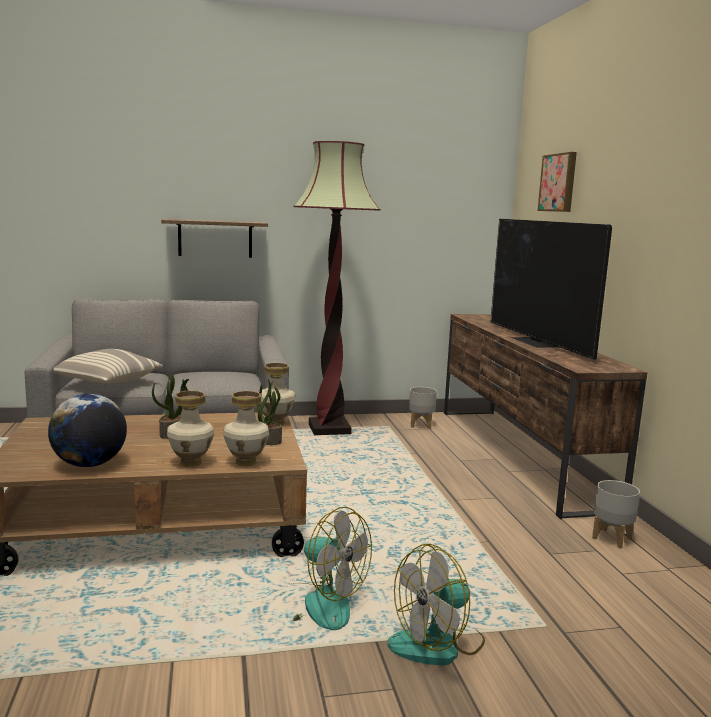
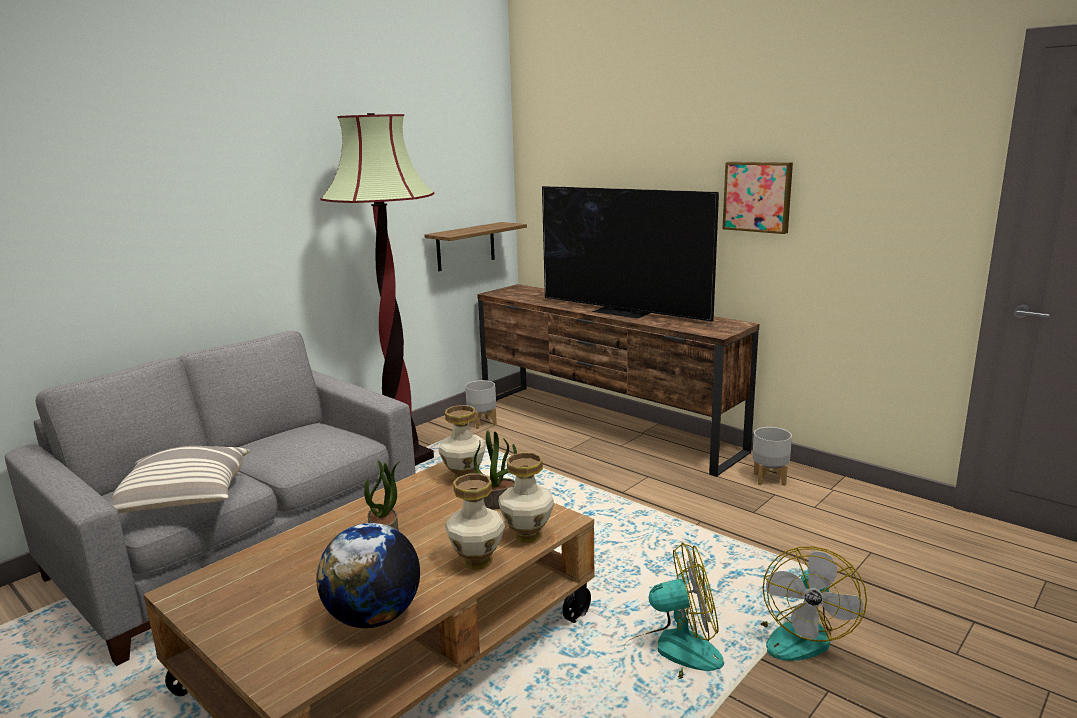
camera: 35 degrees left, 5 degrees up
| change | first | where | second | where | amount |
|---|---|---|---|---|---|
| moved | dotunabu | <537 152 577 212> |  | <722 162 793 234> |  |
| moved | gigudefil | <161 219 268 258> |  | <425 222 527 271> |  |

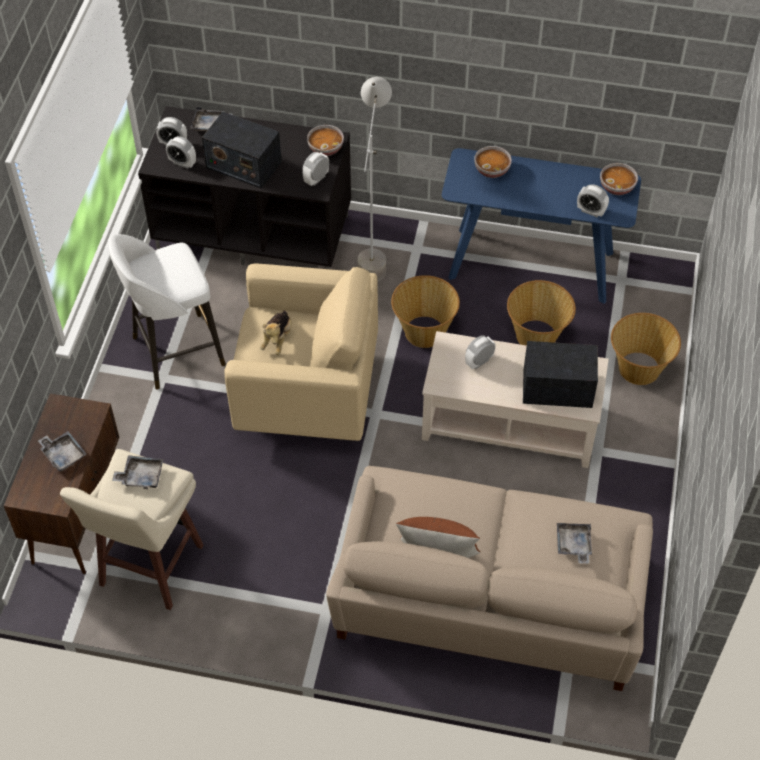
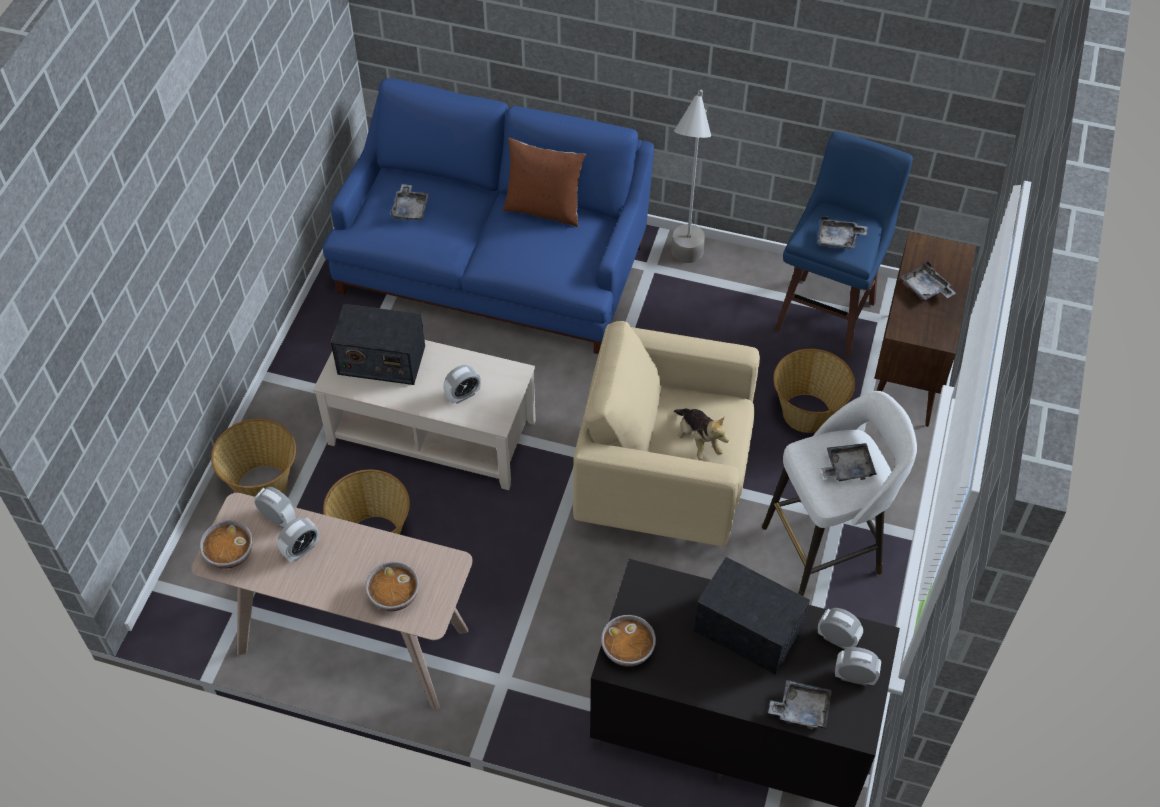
camera: 175 degrees left, 0 degrees up
| change | first | where | second | where | amount |
|---|---|---|---|---|---|
| moved | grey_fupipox | <358 77 392 282> |  | <671 90 711 263> |  |
| recoloured | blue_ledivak | <442 148 641 304> | beige_ledivak | <191 493 473 710> |  |
| moved | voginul | <303 152 329 186> |  | <278 517 319 563> |  |
| moved | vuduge | <391 275 460 348> |  | <773 349 855 433> |  |
| turned | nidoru | <260 311 292 355> |  | <674 409 729 460> | 135 degrees clockwise |
| recoloured | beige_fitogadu | <60 449 203 610> | blue_fitogadu | <774 131 913 358> |  |
| recoloured | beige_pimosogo | <326 466 653 691> | blue_pimosogo | <323 78 654 354> |  |
| added |  |  | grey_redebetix | <821 443 877 481> |  |

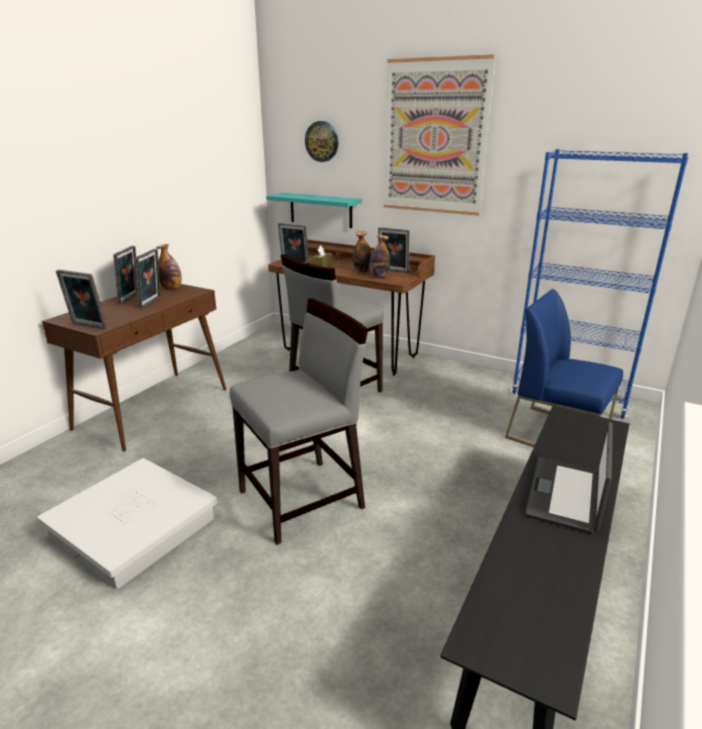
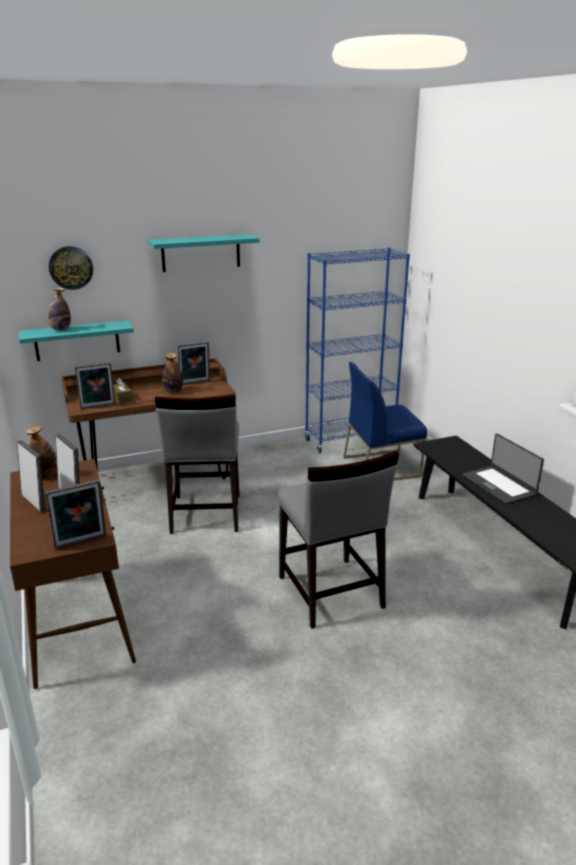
camera: 50 degrees left, 0 degrees up
| change | first | where | second | where | amount |
|---|---|---|---|---|---|
| replaced | dotunabu | <384 54 495 216> | turquoise_gigudefil | <148 234 259 272> |  |
| moved | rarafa | <369 235 390 277> |  | <48 288 71 331> |  |
| turned | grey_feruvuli | <230 298 368 545> |  | <278 451 399 629> | 150 degrees clockwise |
| removed | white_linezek | <37 458 218 589> |  |  |  |

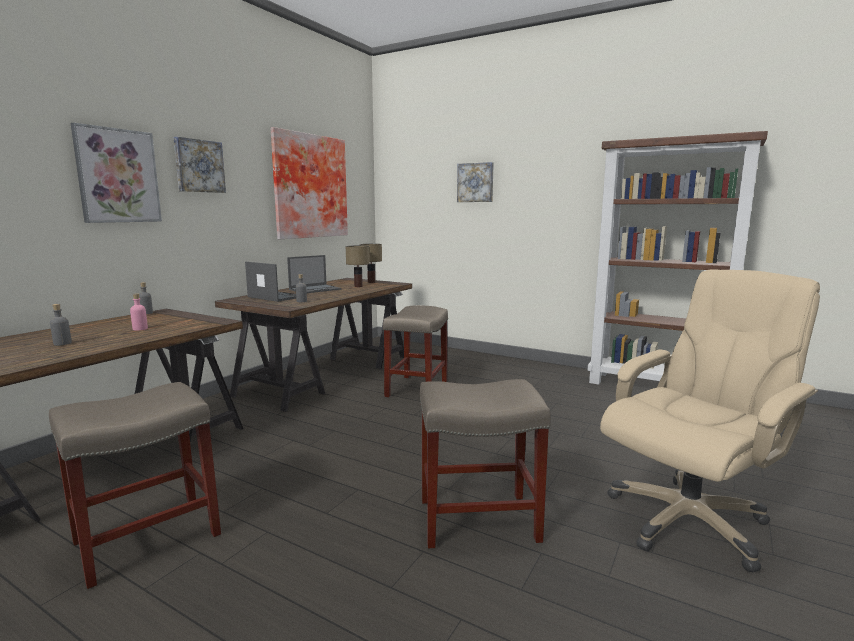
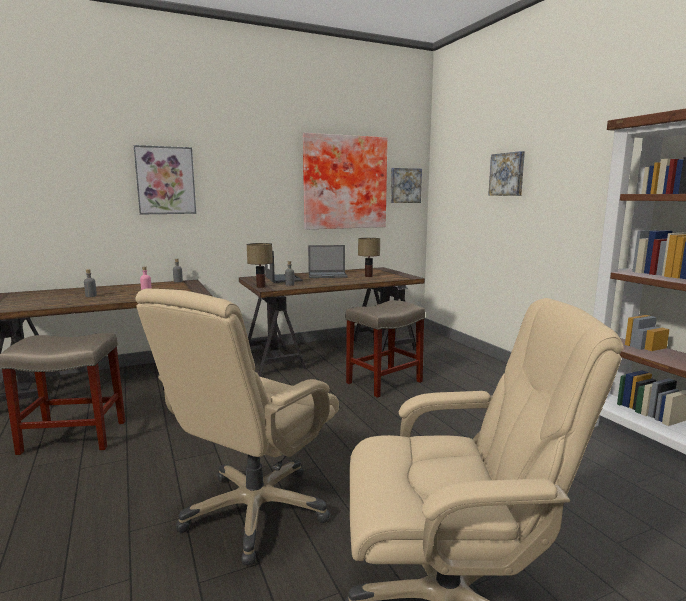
camera: 35 degrees right, 0 degrees up
| change | first | where | second | where | amount |
|---|---|---|---|---|---|
| moved | dotunabu | <173 137 226 193> |  | <391 168 422 203> |  |
| moved | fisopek | <360 244 382 283> |  | <247 243 273 288> |  |
| replaced | beige_fitogadu | <420 379 551 548> | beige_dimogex | <135 289 339 565> |  |

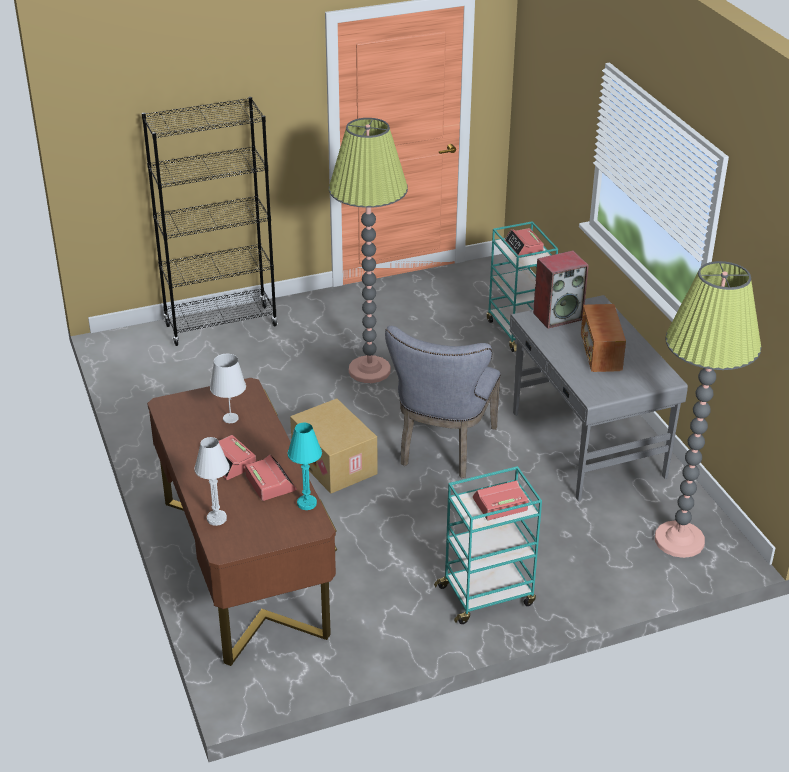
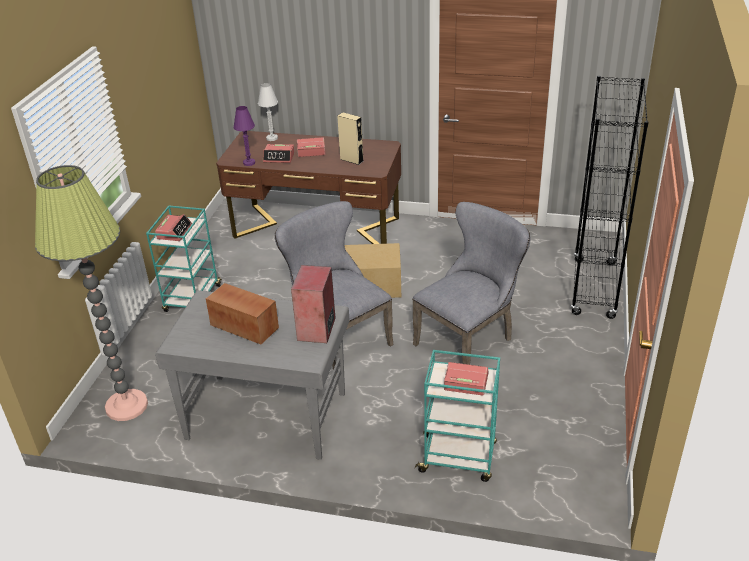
camera: 125 degrees right, 0 degrees up
| change | first | where | second | where | amount |
|---|---|---|---|---|---|
| replaced | fupipox | <329 118 408 383> | grey_feruvuli | <412 202 530 365> |  |
| replaced | white_fisopek | <210 354 246 423> | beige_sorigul | <337 112 363 165> |  |
| recoloured | turquoise_fisopek | <287 423 322 510> | purple_fisopek | <234 106 255 166> |  |

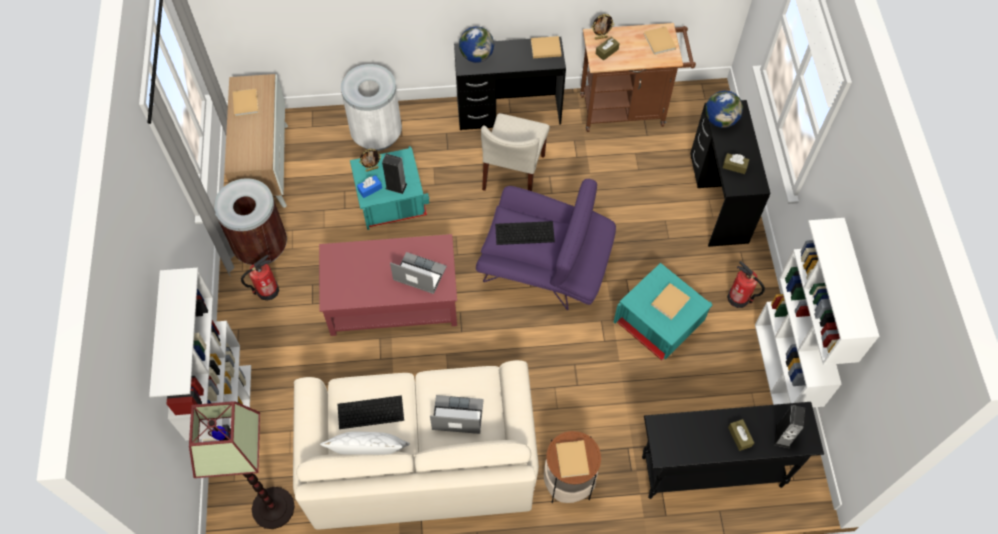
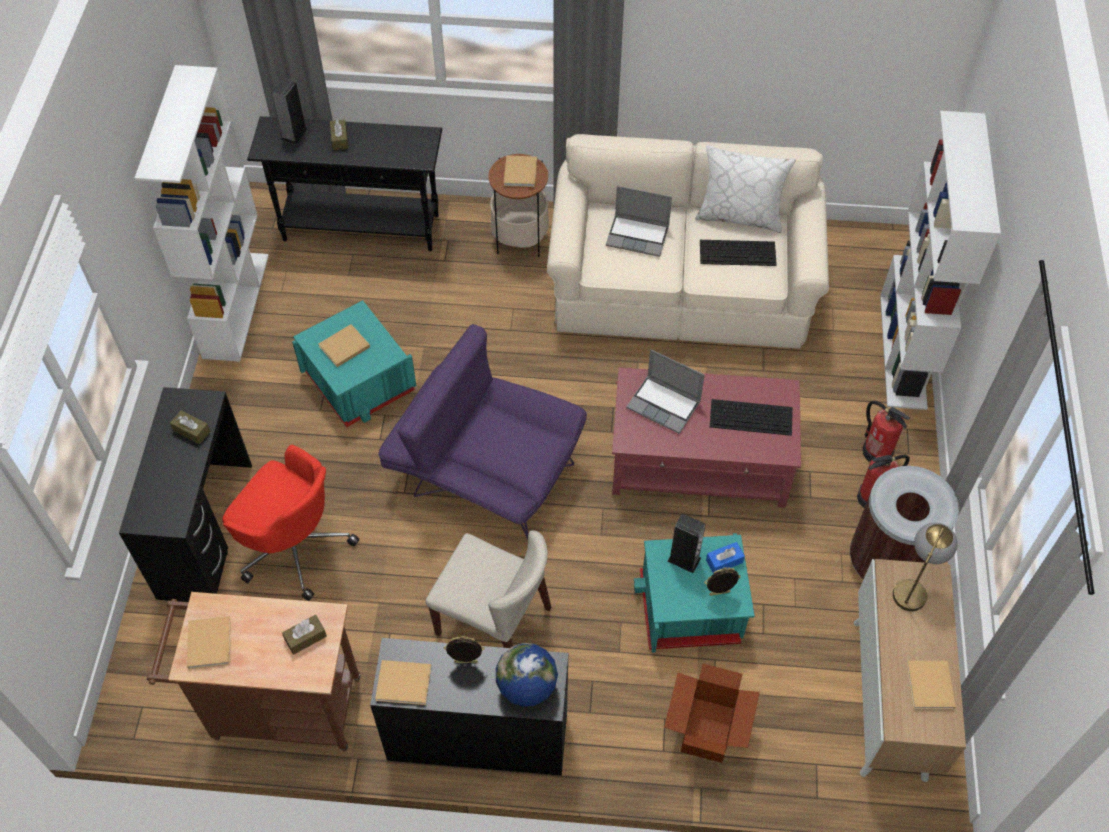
camera: 170 degrees left, 5 degrees down
| change | first | where | second | where | amount |
|---|---|---|---|---|---|
| moved | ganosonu | <592 14 614 40> |  | <444 636 485 663> |  |
| replaced | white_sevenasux | <341 64 402 151> | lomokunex | <664 664 760 763> |  |
| removed | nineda | <706 90 743 128> |  |  |  |
| turned | beige_feruvuli | <481 113 550 191> |  | <426 530 552 648> | 90 degrees clockwise |
| moved | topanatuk | <495 221 555 245> |  | <710 399 793 436> |  |
| moved | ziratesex | <727 261 765 308> |  | <863 401 910 462> |  |
| removed | fupipox | <189 401 295 529> |  |  |  |
| added |  |  | red_dimogex | <222 445 359 601> |  |
| added |  |  | fisopek | <893 523 958 611> |  |

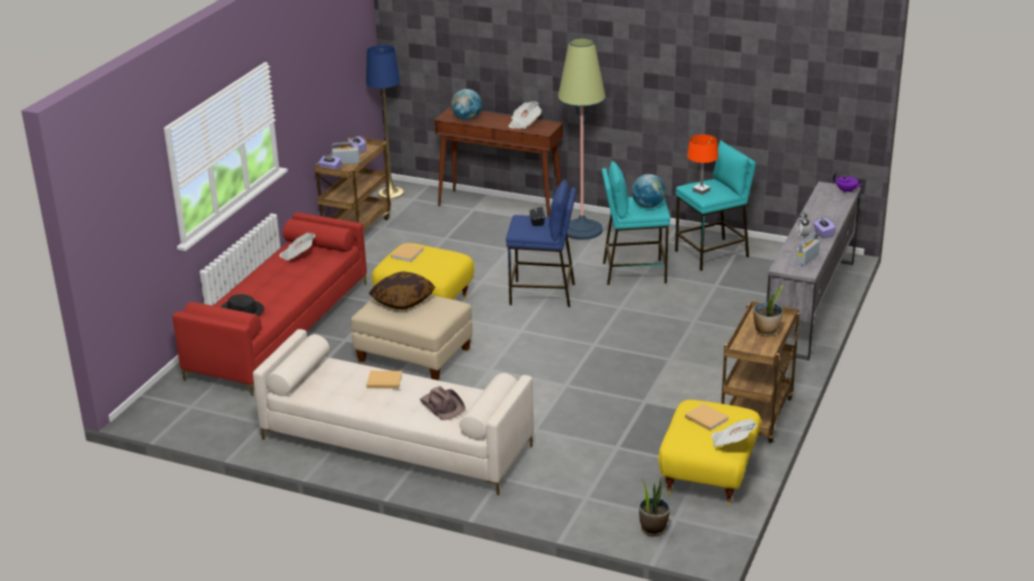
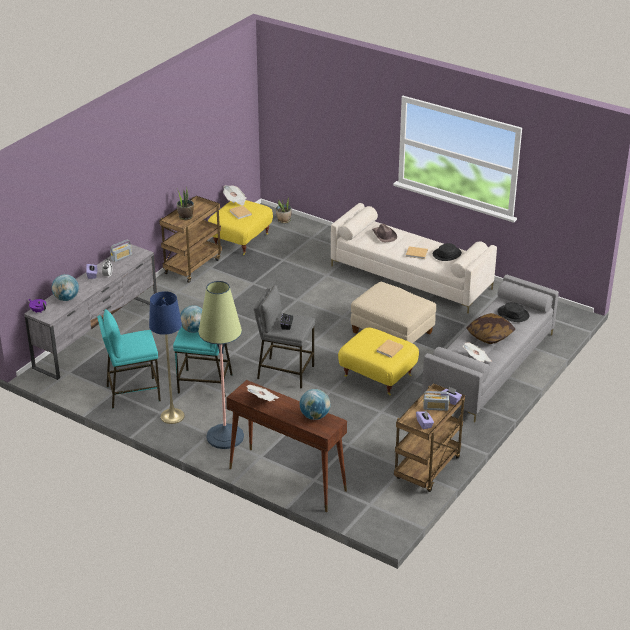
camera: 170 degrees left, 5 degrees up
| change | first | where | second | where | amount |
|---|---|---|---|---|---|
| moved | blue_fupipox | <366 45 404 199> |  | <149 291 185 424> |  |
| removed | orange_fisopek | <687 134 718 195> |  |  |  |
| recoloured | blue_fitogadu | <506 180 576 307> | grey_fitogadu | <254 285 315 389> |  |
| recoloured | red_pimosogo | <173 212 367 396> | grey_pimosogo | <422 275 559 422> |  |
| moved | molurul | <369 271 435 310> |  | <467 313 515 344> |  |
| added |  |  | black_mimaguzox | <433 243 462 261> |  |
| added |  |  | nineda | <52 274 79 301> |  |

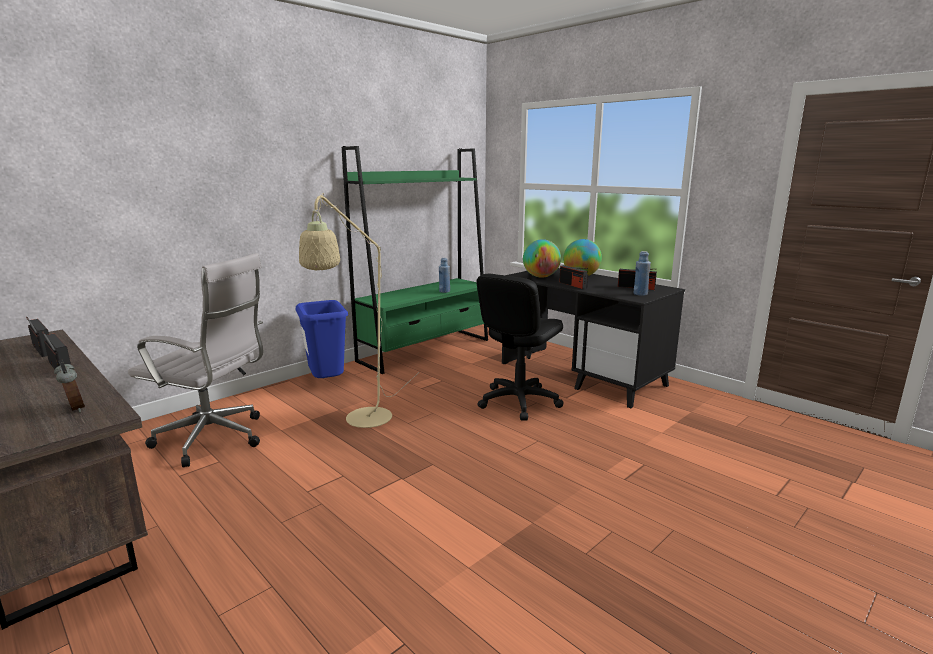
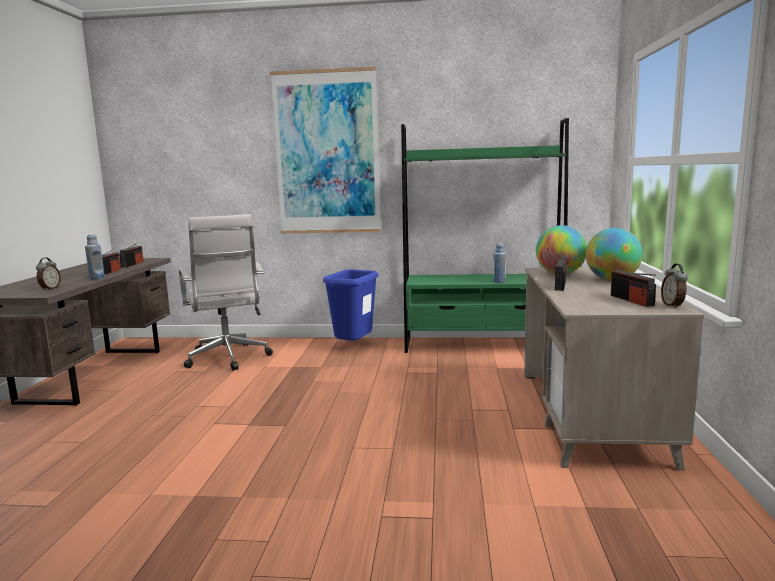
camera: 50 degrees right, 5 degrees down
| change | first | where | second | where | amount |
|---|---|---|---|---|---|
| removed | beige_fupipox | <299 193 418 428> |  |  |  |
| moved | blue_rarafa | <634 251 651 296> |  | <85 234 105 279> |  |
| recoloured | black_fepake | <502 268 685 408> | beige_fepake | <524 267 704 471> |  |
| removed | black_dimogex | <476 274 563 420> |  |  |  |
| added |  |  | dotunabu | <270 67 381 234> |  |
| added |  |  | voginul | <661 264 688 308> |  |

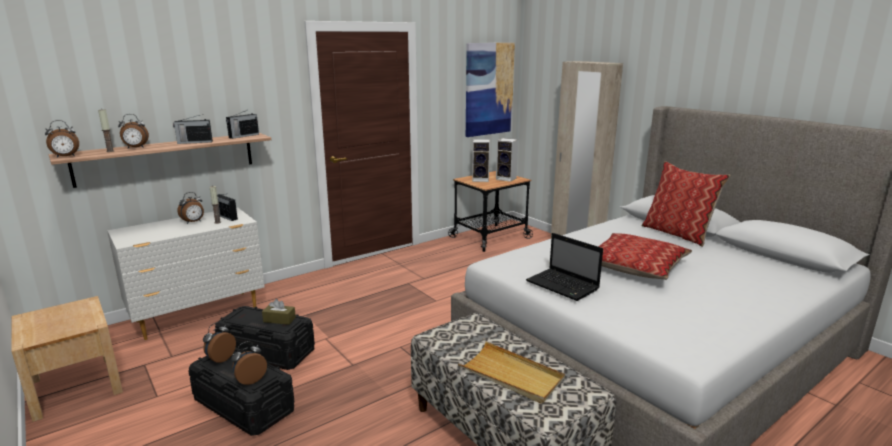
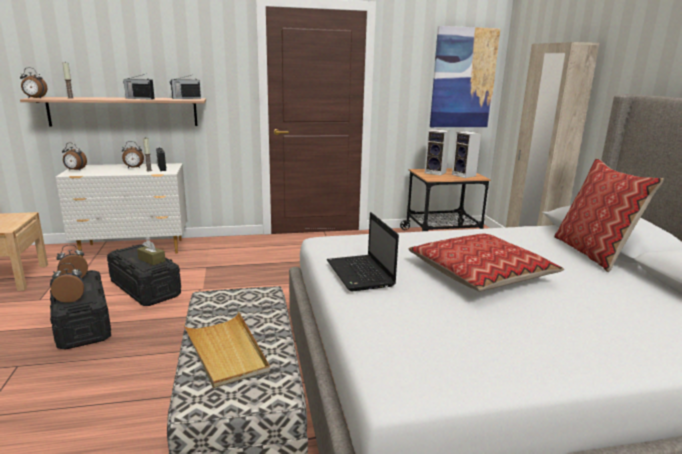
camera: 25 degrees right, 0 degrees up
| change | first | where | second | where | amount |
|---|---|---|---|---|---|
| moved | voginul | <118 114 149 149> |  | <62 143 87 171> |  |

